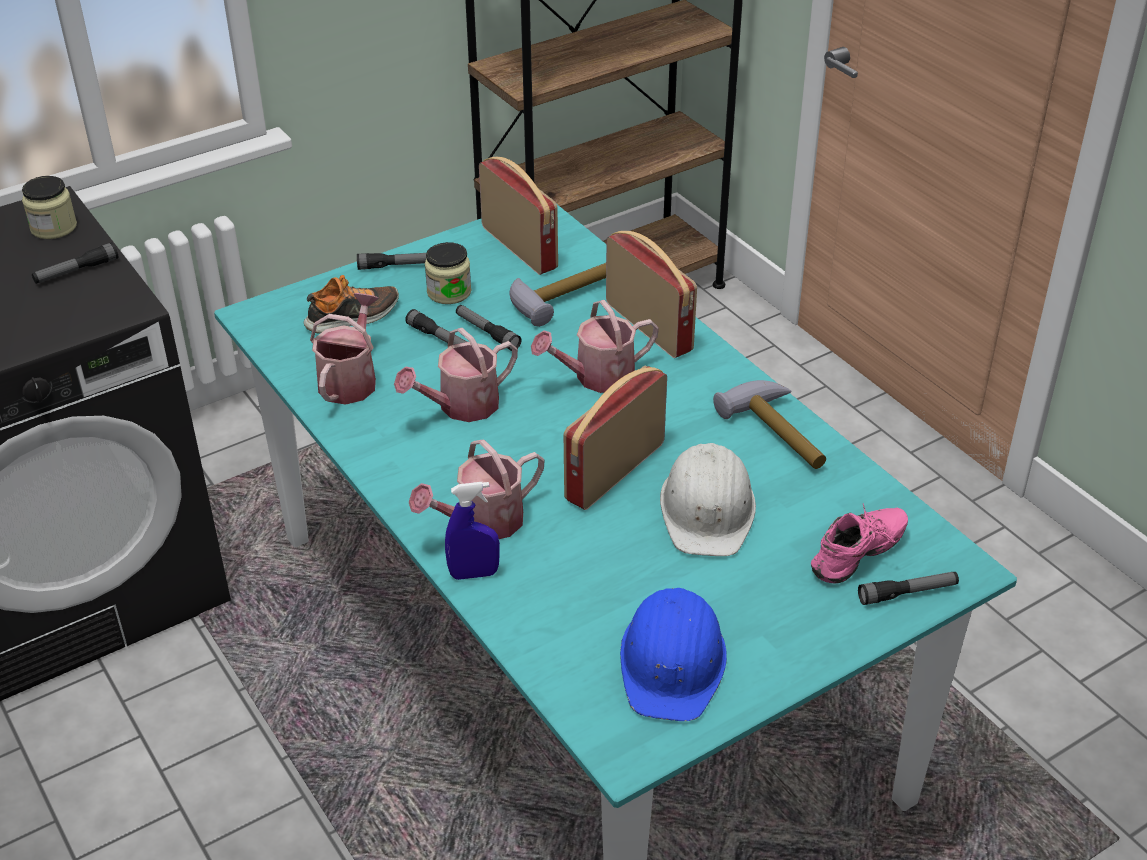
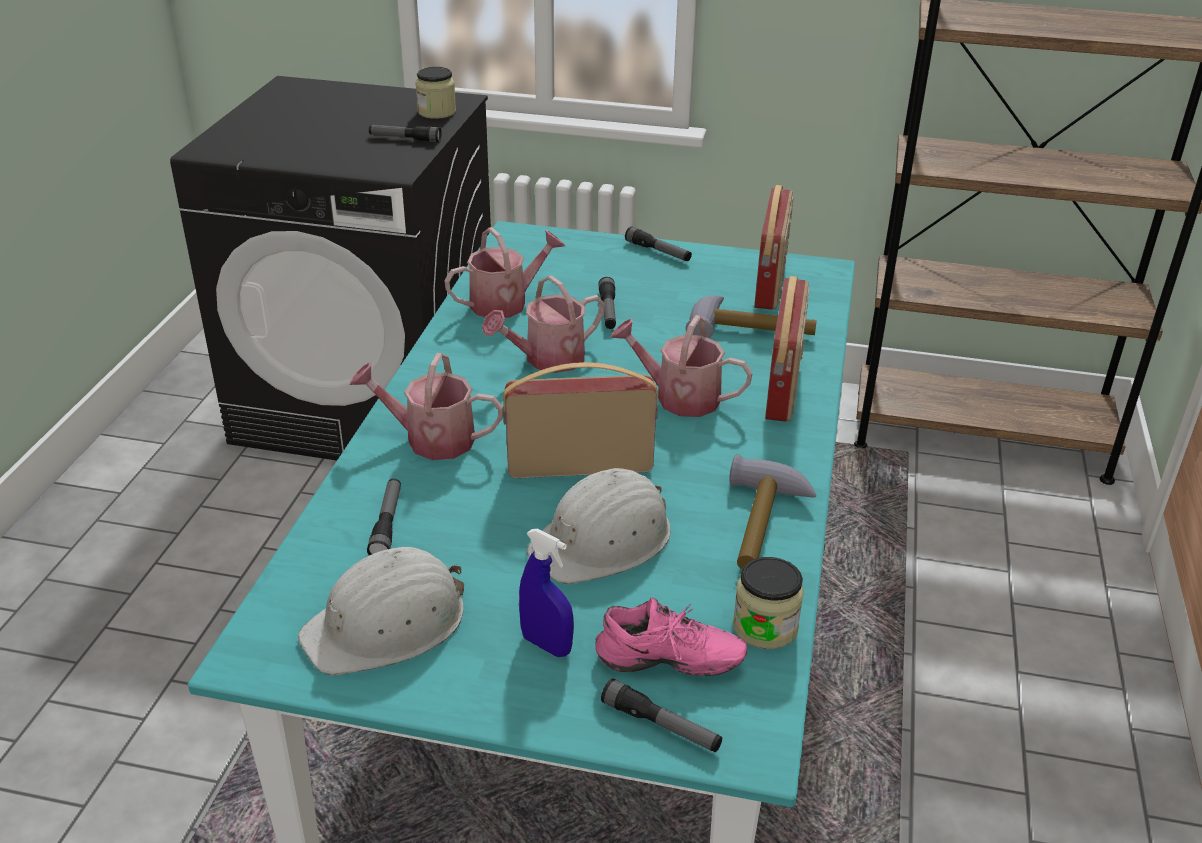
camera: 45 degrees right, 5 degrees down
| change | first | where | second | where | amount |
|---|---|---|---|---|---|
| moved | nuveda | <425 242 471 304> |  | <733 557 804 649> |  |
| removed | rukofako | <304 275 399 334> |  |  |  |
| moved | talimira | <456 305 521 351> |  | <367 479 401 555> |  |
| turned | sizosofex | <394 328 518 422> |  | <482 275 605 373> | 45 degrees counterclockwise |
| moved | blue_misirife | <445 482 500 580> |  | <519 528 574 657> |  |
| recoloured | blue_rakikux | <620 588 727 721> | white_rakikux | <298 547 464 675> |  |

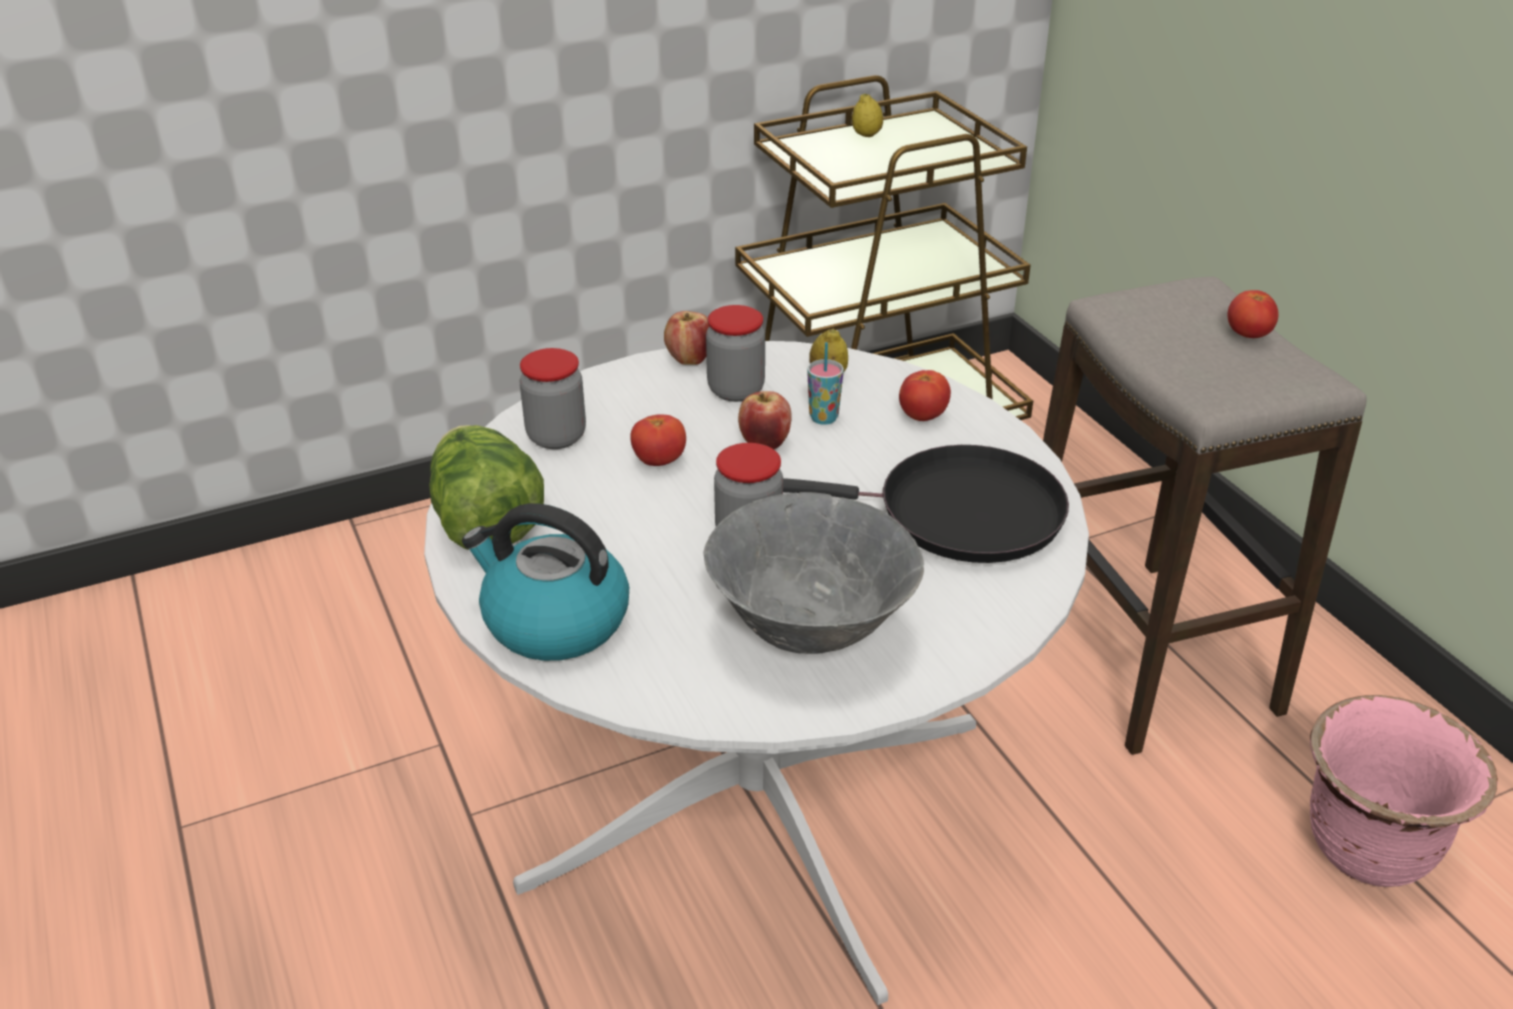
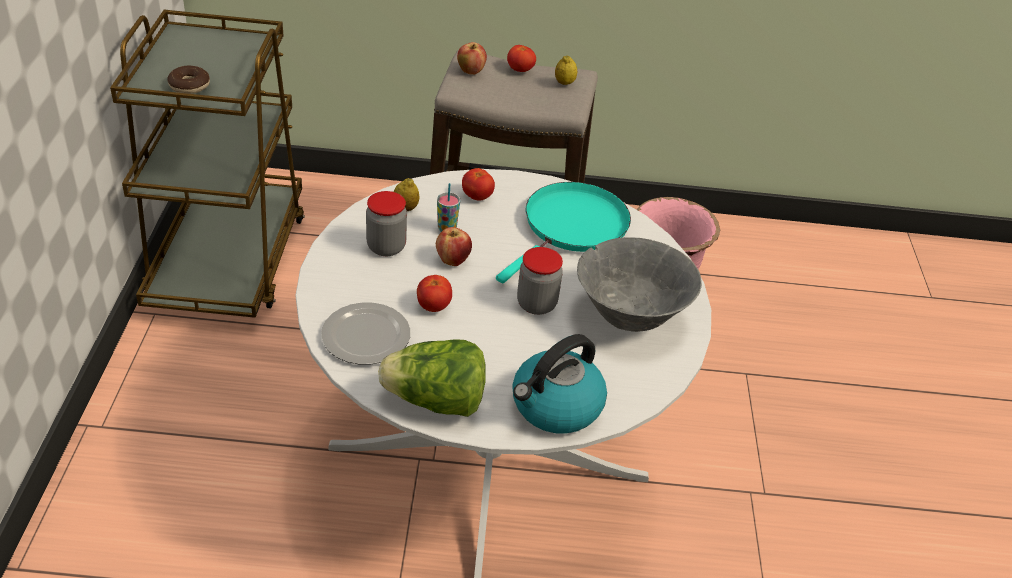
camera: 65 degrees left, 5 degrees up
| change | first | where | second | where | amount |
|---|---|---|---|---|---|
| moved | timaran | <852 94 883 137> |  | <555 56 577 85> |  |
| moved | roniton | <664 311 709 365> |  | <457 42 487 75> |  |
| replaced | nuveda | <520 348 586 449> | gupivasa | <321 302 410 365> |  |
| recoloured | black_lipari | <783 445 1069 563> | turquoise_lipari | <496 182 631 283> |  |
| added |  |  | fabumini | <167 66 210 94> |  |

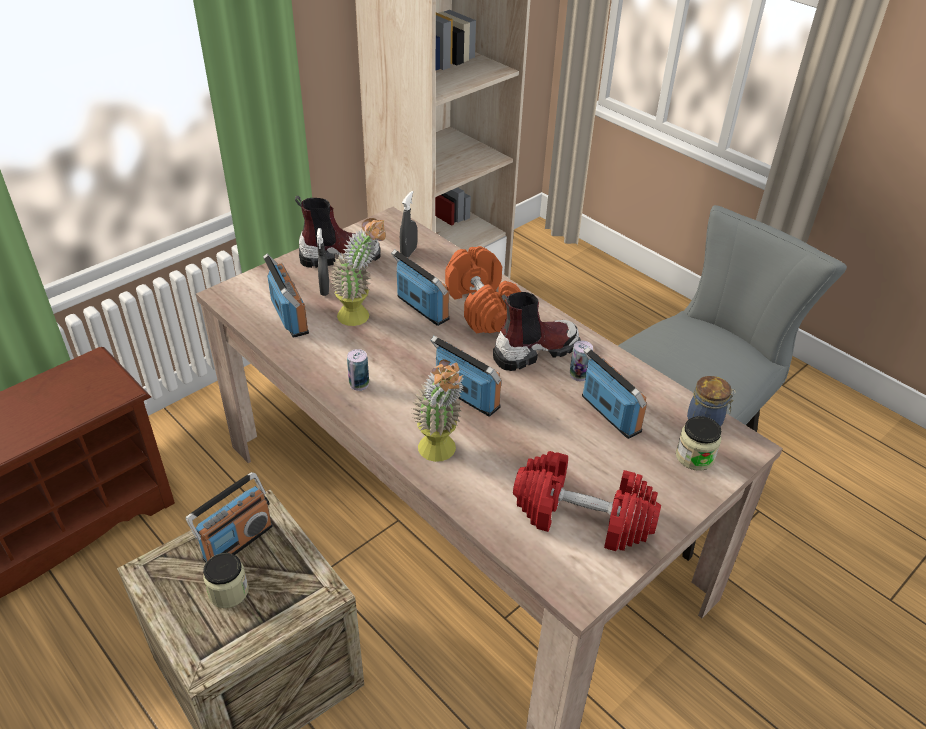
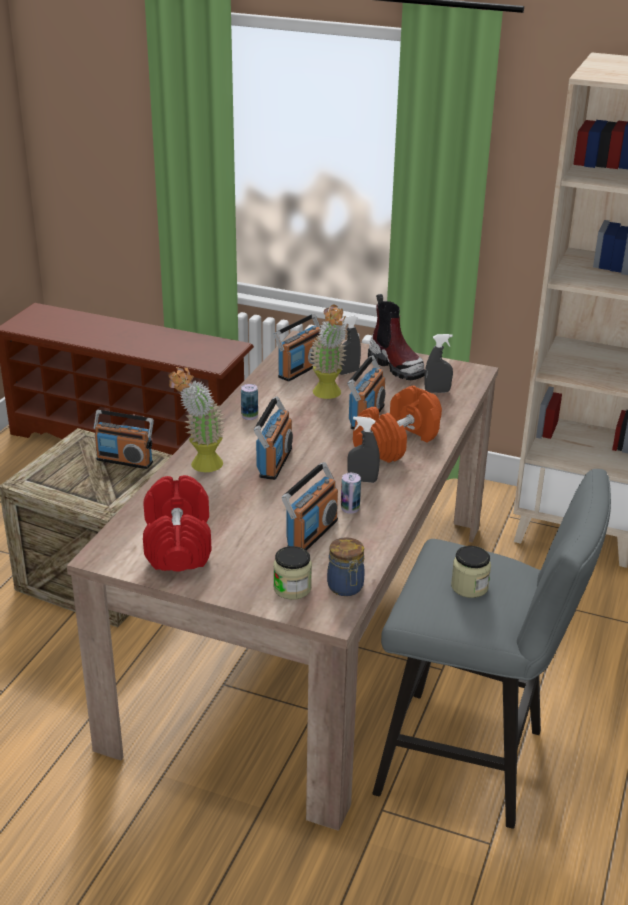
camera: 65 degrees right, 10 degrees down
| change | first | where | second | where | amount |
|---|---|---|---|---|---|
| replaced | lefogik | <493 292 581 371> | grey_misirife | <347 416 380 483> |  |
| moved | nuveda | <203 553 249 608> |  | <451 546 491 598> |  |

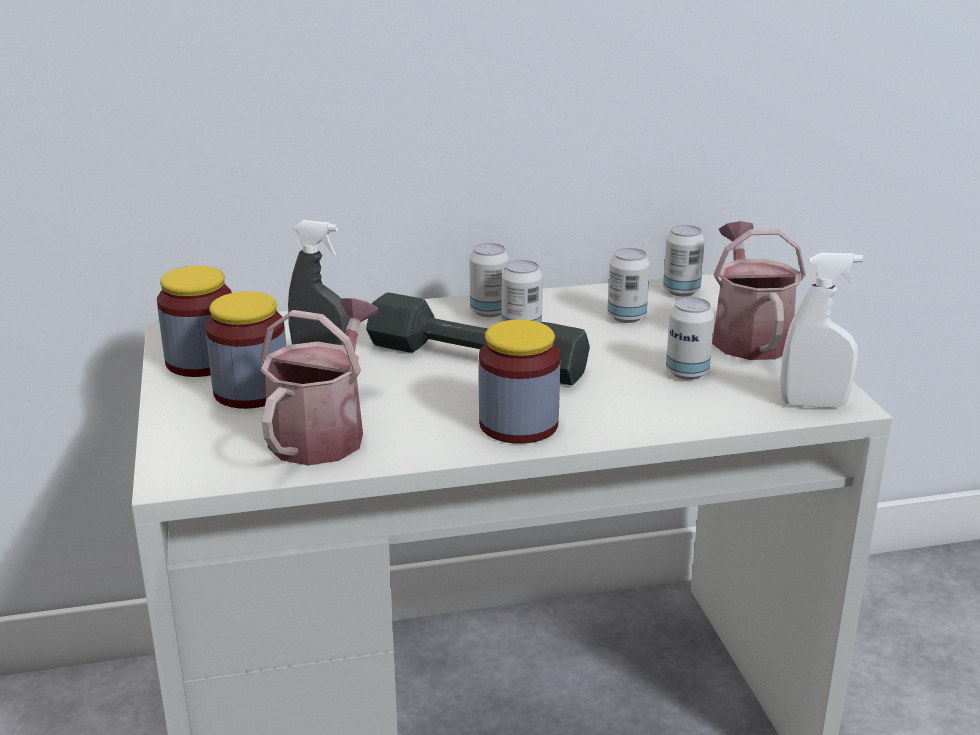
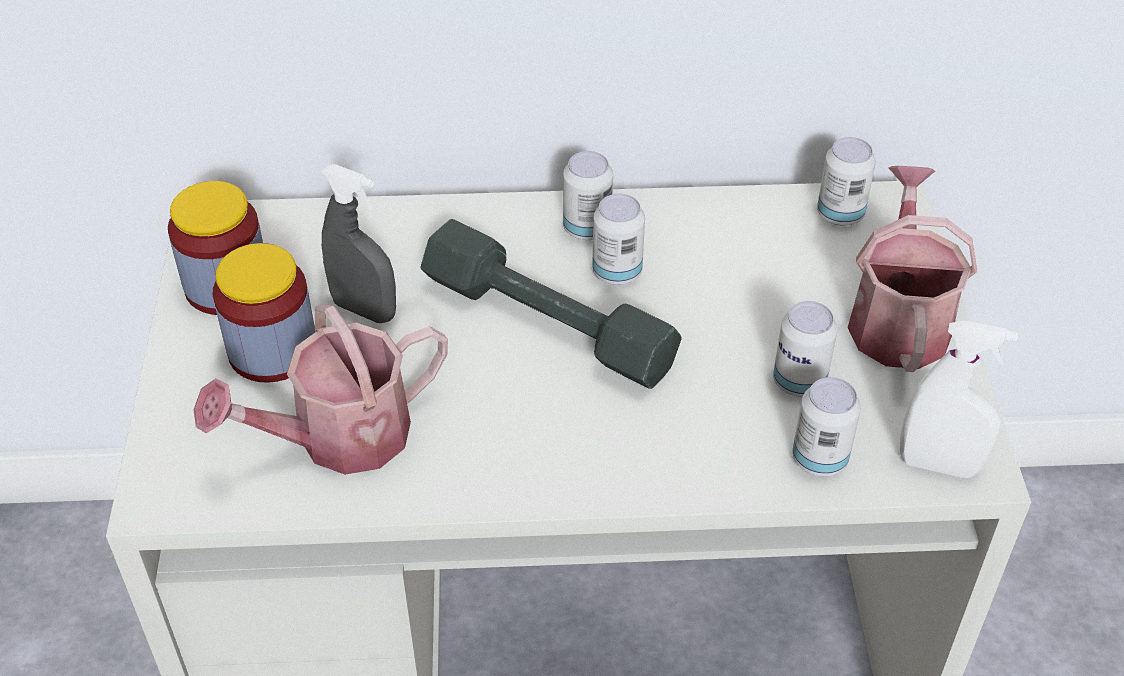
camera: 10 degrees right, 20 degrees up
| change | first | where | second | where | amount |
|---|---|---|---|---|---|
| moved | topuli | <607 248 650 323> |  | <792 377 861 476> |  |
| turned | sizosofex | <260 298 378 465> |  | <194 304 448 475> | 150 degrees counterclockwise |
| removed | nuveda | <479 319 561 444> |  |  |  |

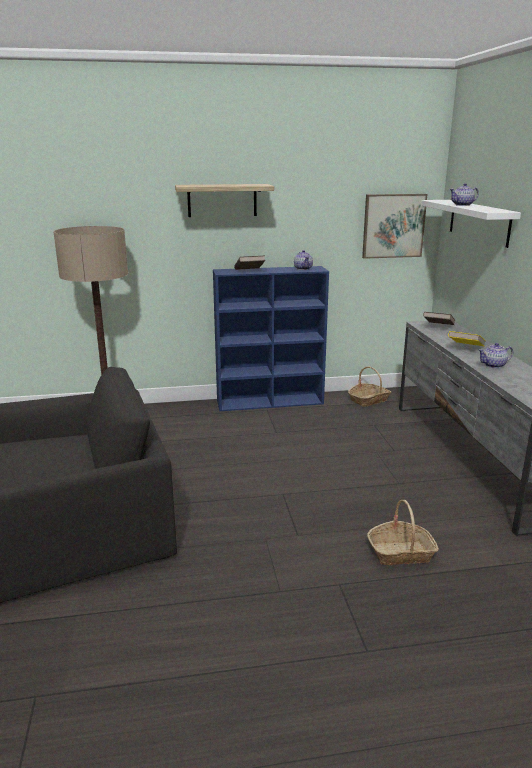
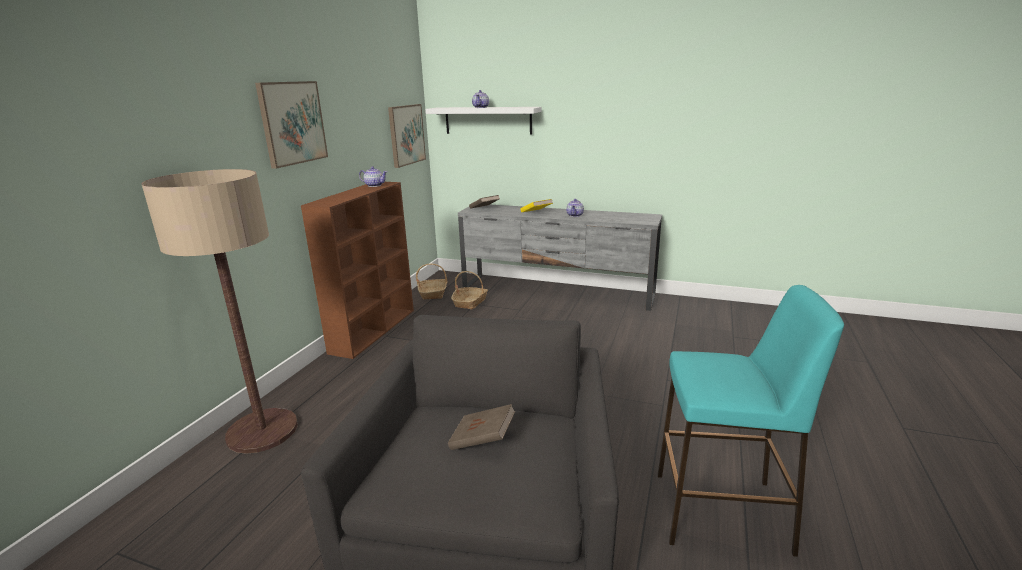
camera: 60 degrees left, 0 degrees up
| change | first | where | second | where | amount |
|---|---|---|---|---|---|
| replaced | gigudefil | <175 184 274 217> | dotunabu | <255 81 328 169> |  |
| moved | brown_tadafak | <234 255 265 270> |  | <448 404 516 450> |  |
| recoloured | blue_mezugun | <213 266 329 411> | brown_mezugun | <301 182 414 359> |  |
| moved | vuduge | <367 500 439 565> |  | <451 271 488 309> |  |
| added |  |  | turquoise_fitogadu | <658 285 844 557> |  |

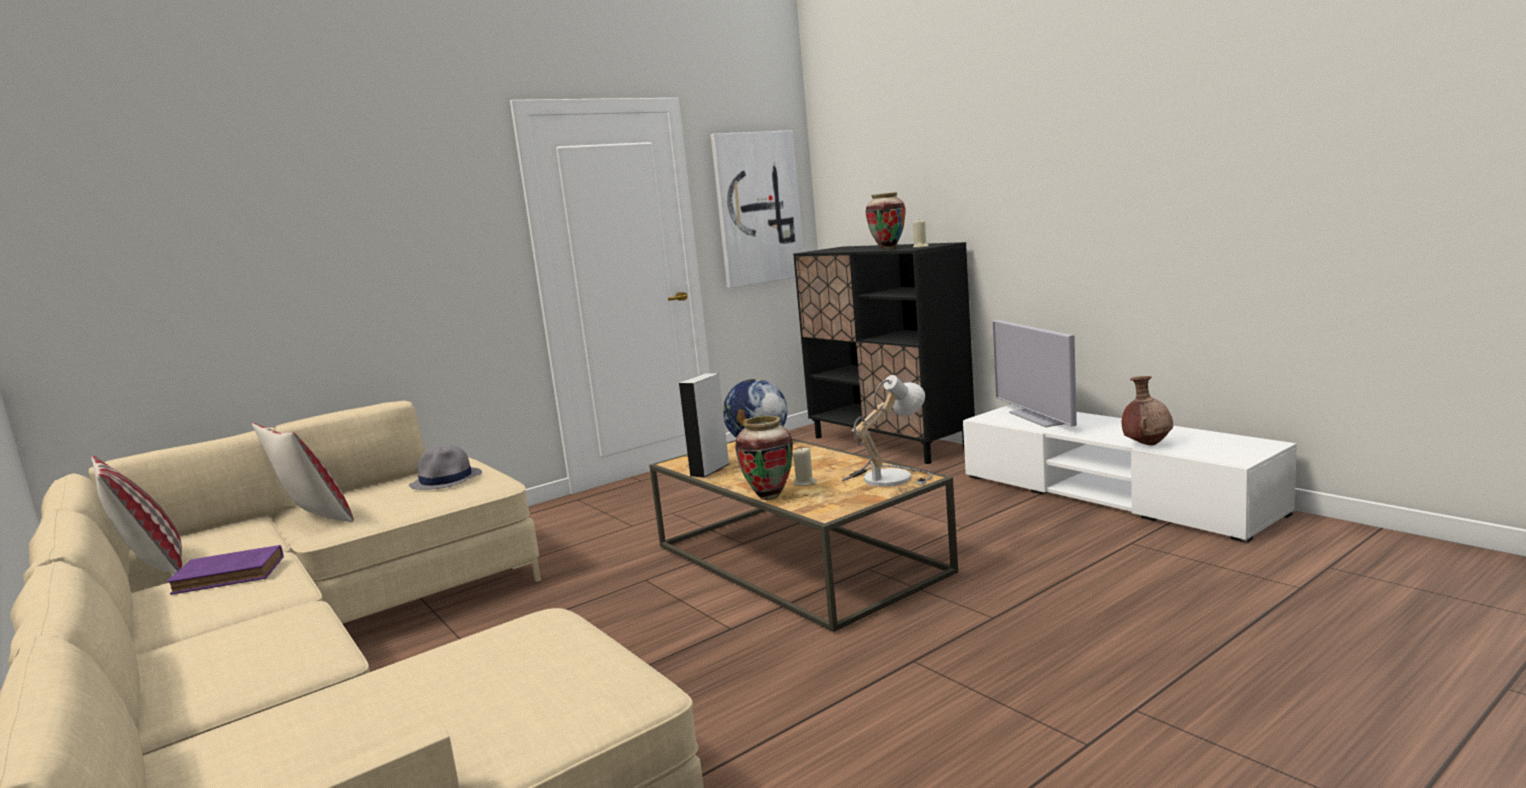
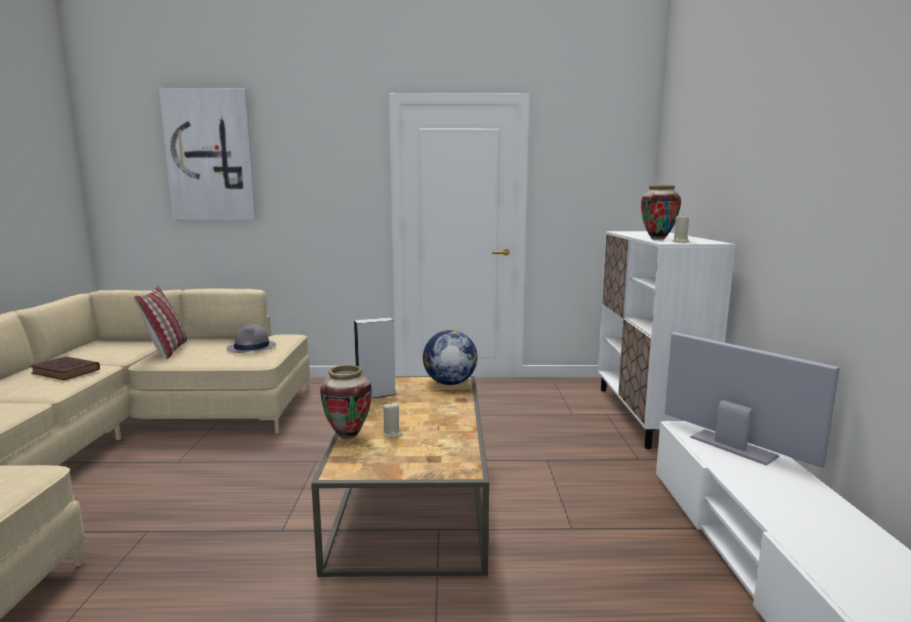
camera: 35 degrees right, 0 degrees up
| change | first | where | second | where | amount |
|---|---|---|---|---|---|
| moved | dotunabu | <711 130 804 288> |  | <159 88 256 220> |  |
| recoloured | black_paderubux | <793 242 975 464> | white_paderubux | <598 231 735 449> |  |
| turned | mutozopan | <993 320 1077 427> |  | <665 332 840 468> | 120 degrees clockwise |
| removed | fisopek | <842 375 933 487> |  |  |  |
| removed | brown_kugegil | <1122 376 1173 446> |  |  |  |
| removed | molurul | <91 456 182 574> |  |  |  |
| recoloured | purple_tadafak | <167 545 283 595> | brown_tadafak | <31 356 100 380> |  |

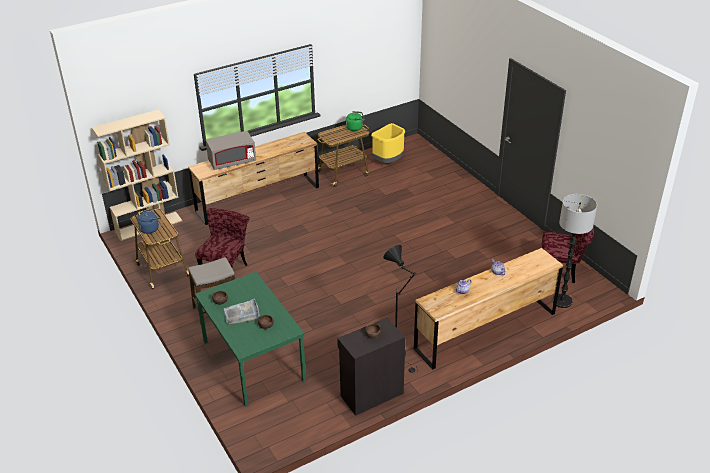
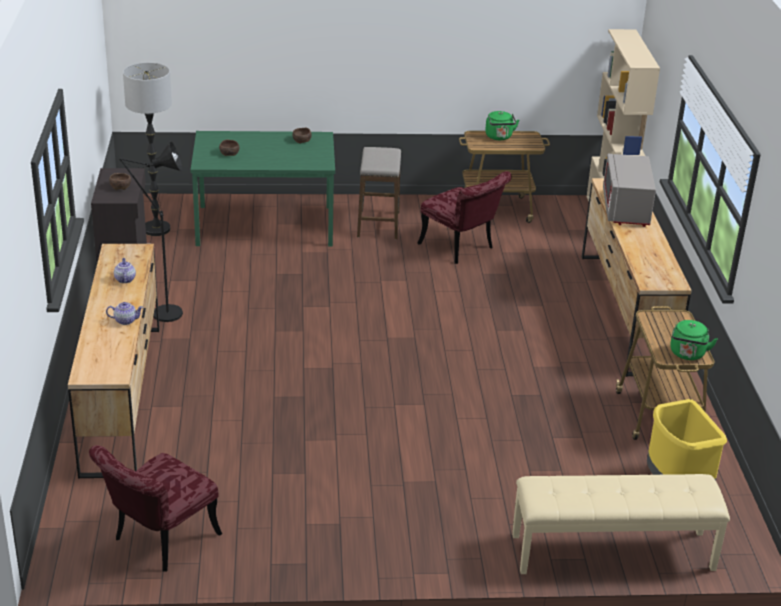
camera: 115 degrees right, 5 degrees down
| change | first | where | second | where | amount |
|---|---|---|---|---|---|
| moved | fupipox | <552 194 597 308> |  | <123 62 172 236> |  |
| recoloured | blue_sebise | <137 209 161 234> | green_sebise | <485 111 519 140> |  |
| removed | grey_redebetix | <224 298 260 325> |  |  |  |
| added |  |  | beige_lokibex | <512 474 730 574> |  |

